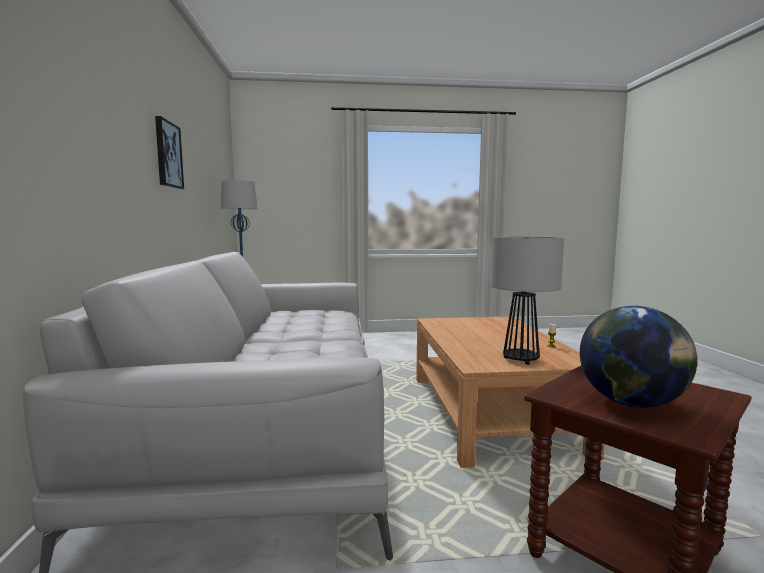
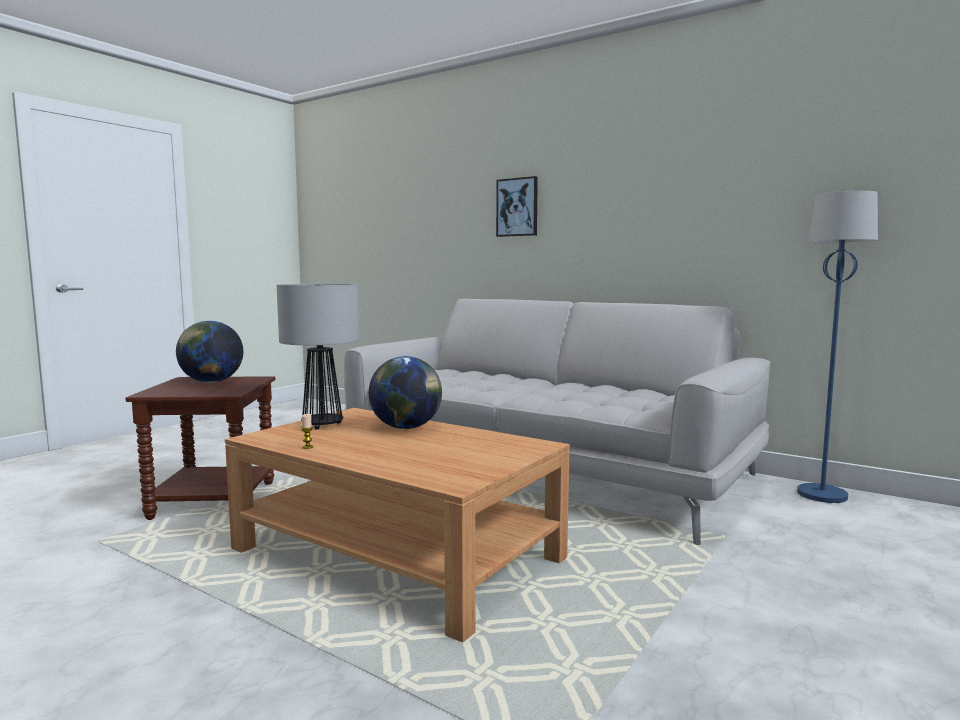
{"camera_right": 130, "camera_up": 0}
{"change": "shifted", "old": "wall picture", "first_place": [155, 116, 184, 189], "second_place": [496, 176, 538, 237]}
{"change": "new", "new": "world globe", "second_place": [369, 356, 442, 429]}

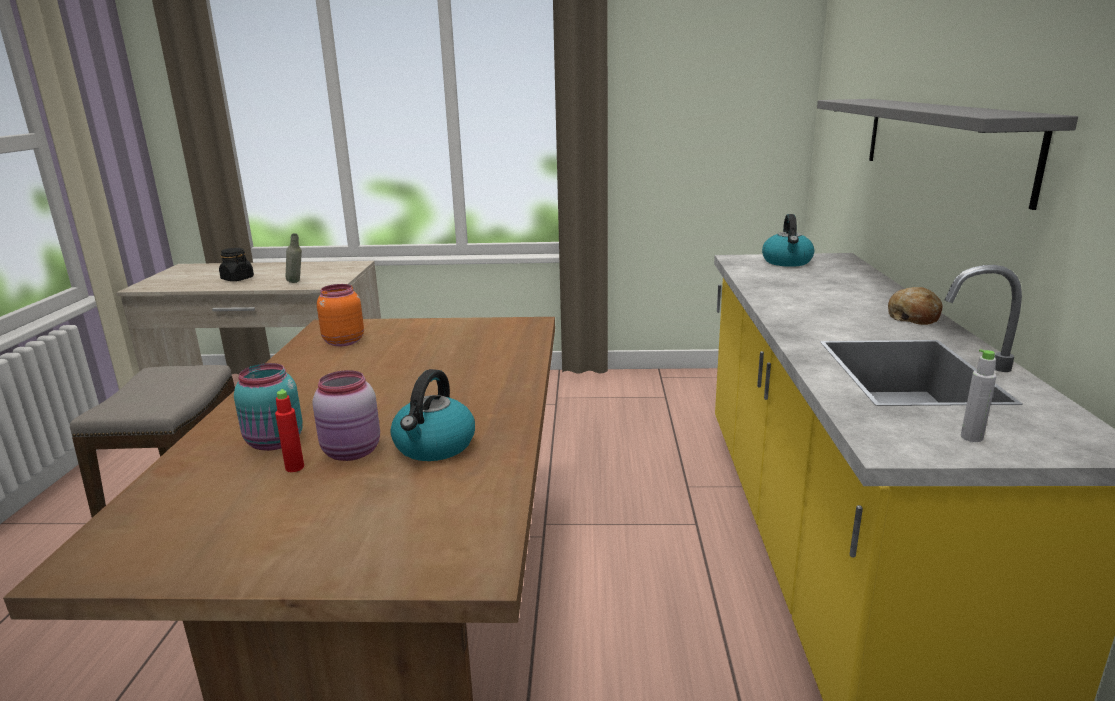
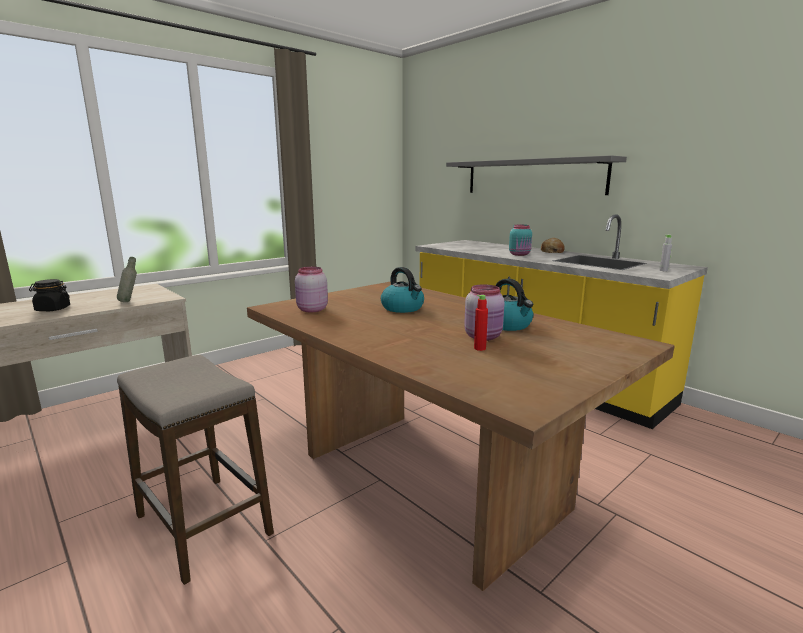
{"camera_right": -45, "camera_up": -5}
{"change": "shifted", "old": "kettle", "first_place": [762, 214, 814, 267], "second_place": [381, 267, 424, 313]}
{"change": "repainted", "old": "orangey jar", "new": "pinkish jar", "first_place": [317, 284, 364, 346], "second_place": [295, 267, 328, 312]}
{"change": "shifted", "old": "turquoise jar", "first_place": [234, 363, 303, 451], "second_place": [509, 225, 532, 256]}

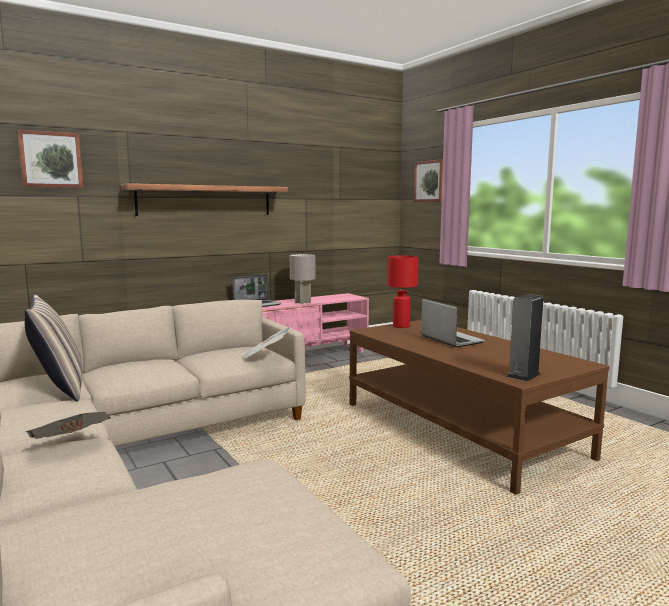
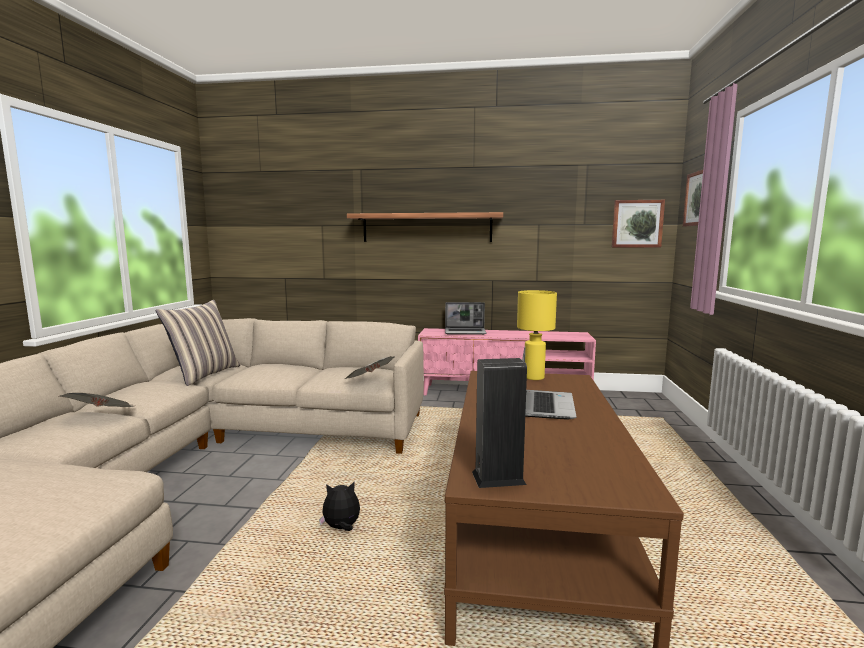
{"camera_right": 40, "camera_up": 0}
{"change": "shifted", "old": "wall picture", "first_place": [17, 129, 83, 188], "second_place": [612, 200, 665, 247]}
{"change": "gone", "old": "grey lamp for a table", "first_place": [290, 254, 316, 304]}
{"change": "repainted", "old": "reddish lamp for a table", "new": "yellowish lamp for a table", "first_place": [387, 255, 418, 328], "second_place": [517, 290, 557, 380]}
{"change": "new", "new": "cuddly toy", "second_place": [319, 482, 360, 531]}

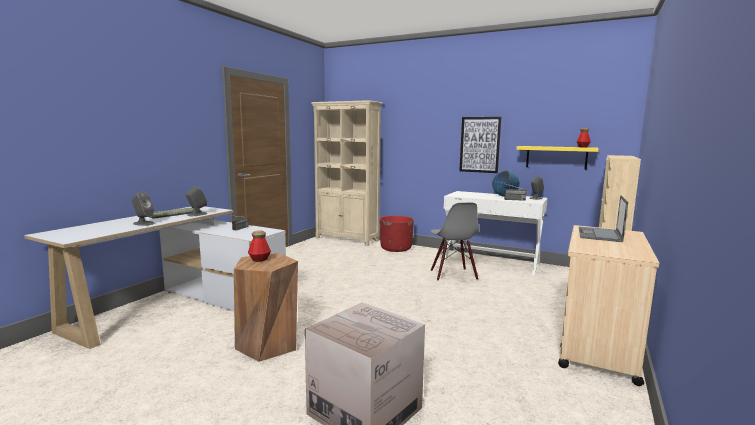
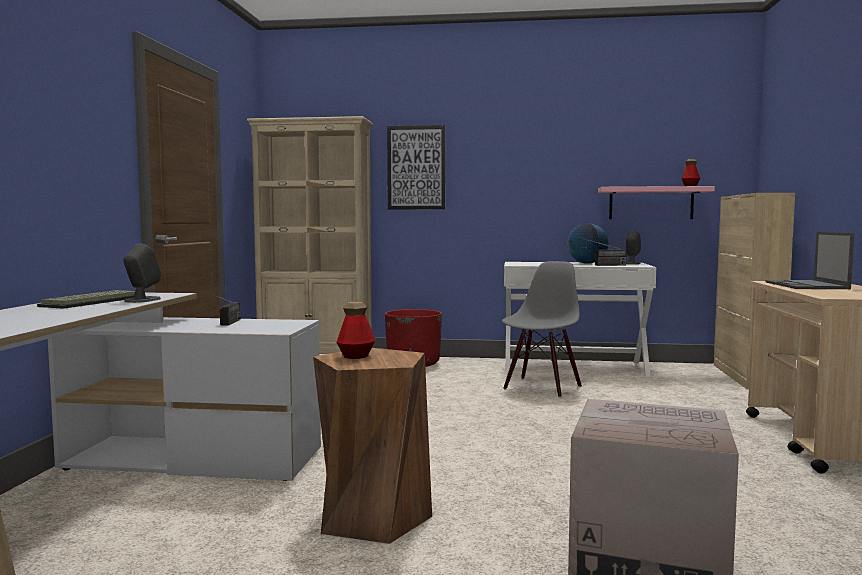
{"camera_right": -20, "camera_up": -5}
{"change": "shifted", "old": "wall picture", "first_place": [459, 117, 502, 173], "second_place": [387, 125, 445, 209]}
{"change": "repainted", "old": "yellowish wall shelf", "new": "pinkish wall shelf", "first_place": [516, 146, 599, 170], "second_place": [598, 186, 715, 219]}
{"change": "gone", "old": "grey audio speaker", "first_place": [131, 192, 155, 226]}
{"change": "rotated", "old": "grey plain chair", "first_place": [431, 203, 479, 281], "second_place": [502, 261, 582, 397], "degrees": -120}

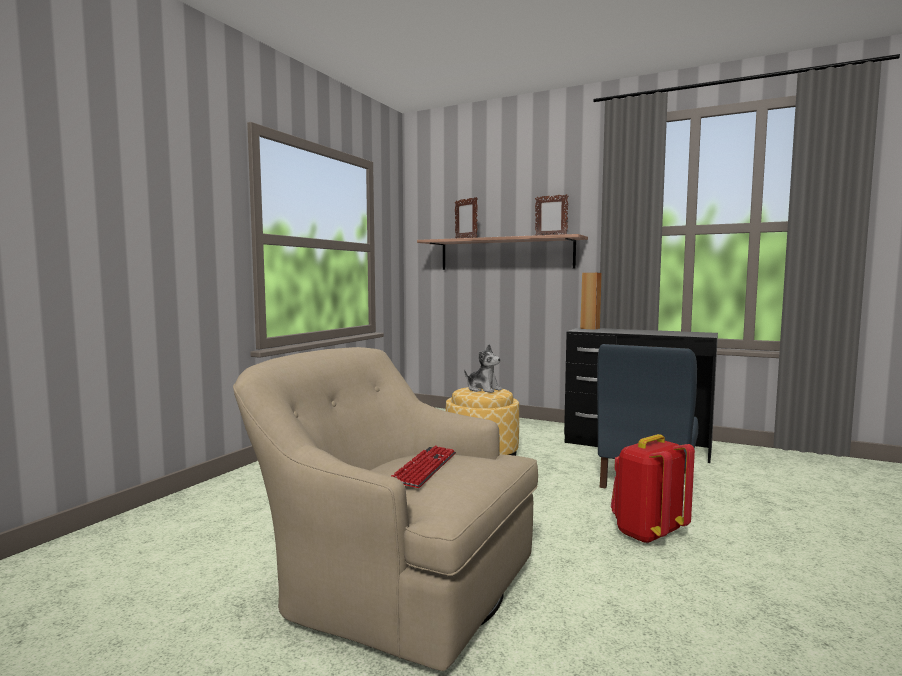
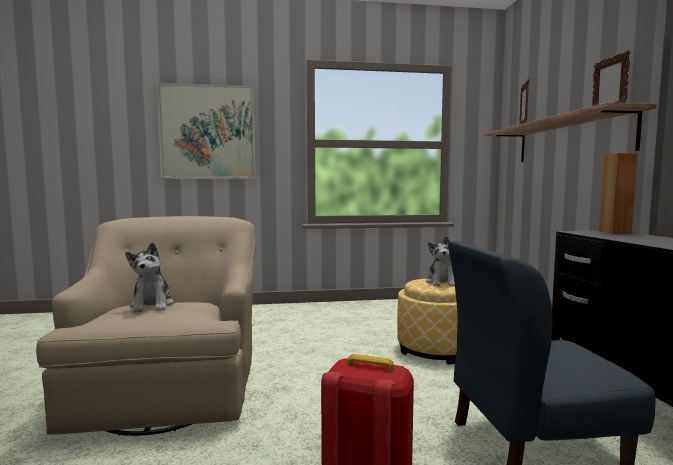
{"camera_right": 55, "camera_up": 0}
{"change": "swapped", "old": "PC keyboard", "new": "cuddly toy", "first_place": [391, 446, 456, 488], "second_place": [125, 242, 174, 313]}
{"change": "new", "new": "wall picture", "second_place": [157, 83, 256, 179]}

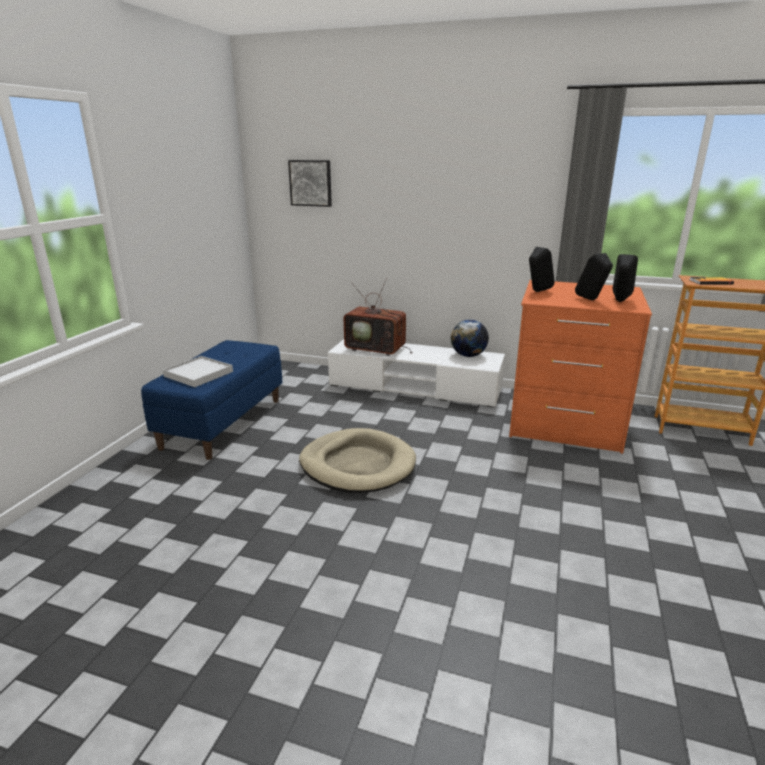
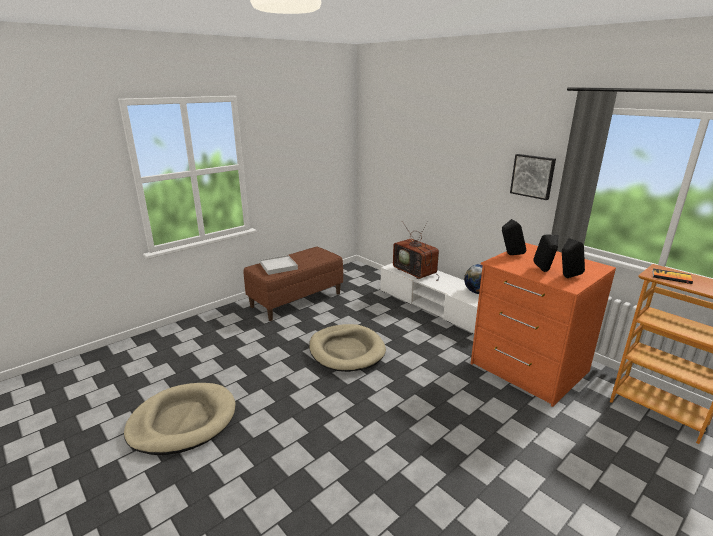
{"camera_right": 30, "camera_up": 0}
{"change": "shifted", "old": "wall picture", "first_place": [288, 160, 332, 207], "second_place": [510, 154, 556, 200]}
{"change": "repainted", "old": "blue indoor bench", "new": "brownish indoor bench", "first_place": [141, 340, 282, 460], "second_place": [244, 247, 343, 321]}
{"change": "new", "new": "beige dog bed", "second_place": [124, 383, 236, 455]}

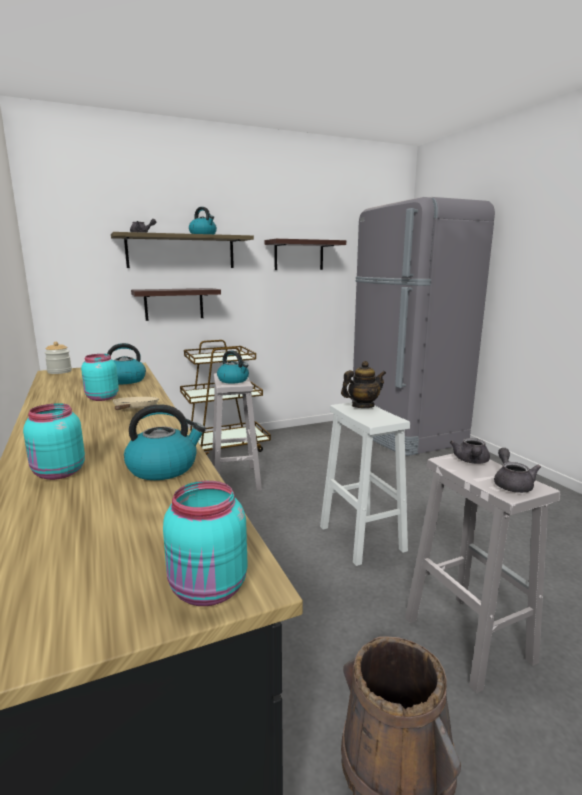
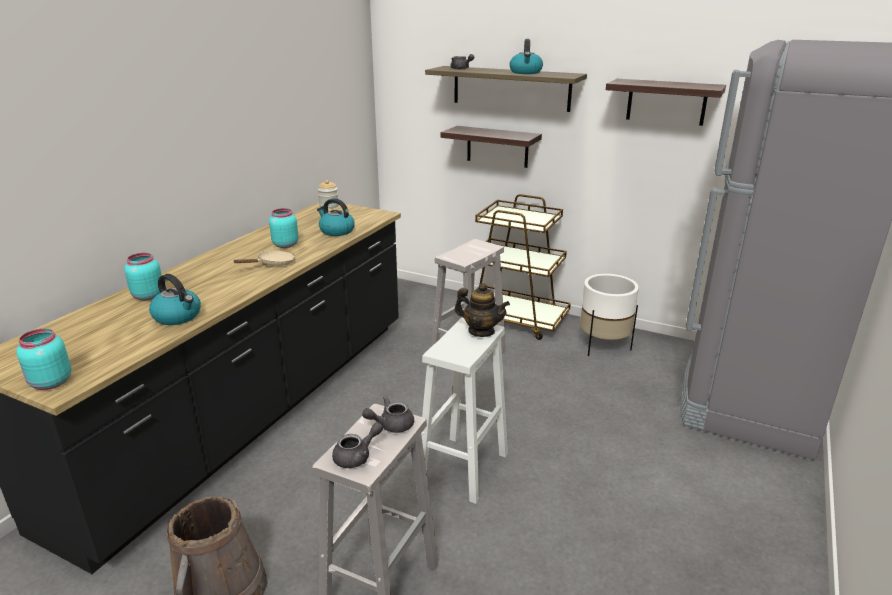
{"camera_right": 50, "camera_up": 10}
{"change": "gone", "old": "kettle", "first_place": [217, 350, 249, 383]}
{"change": "new", "new": "white planter", "second_place": [580, 274, 639, 356]}

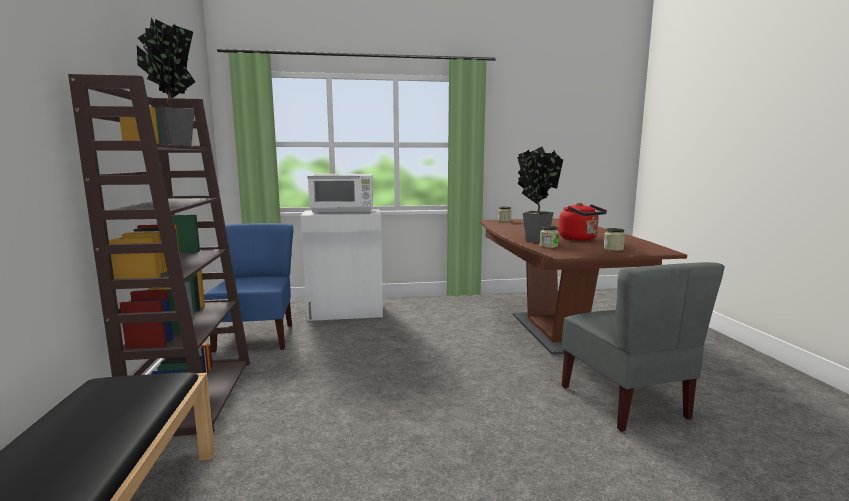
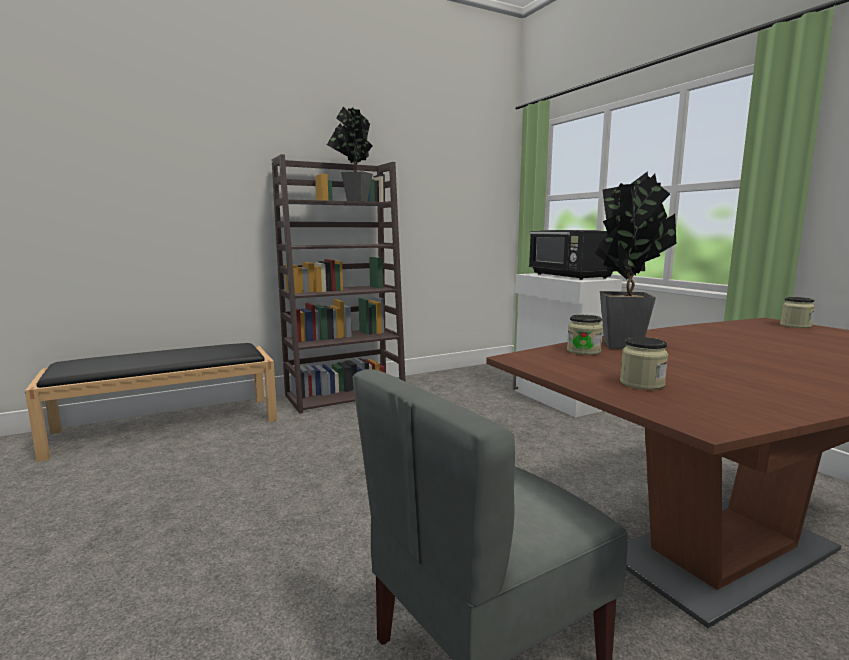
{"camera_right": 70, "camera_up": 0}
{"change": "repainted", "old": "white microwave oven", "new": "black microwave oven", "first_place": [308, 174, 373, 213], "second_place": [529, 230, 613, 280]}
{"change": "gone", "old": "reddish kettle", "first_place": [559, 203, 607, 241]}
{"change": "gone", "old": "blue plain chair", "first_place": [204, 223, 293, 353]}

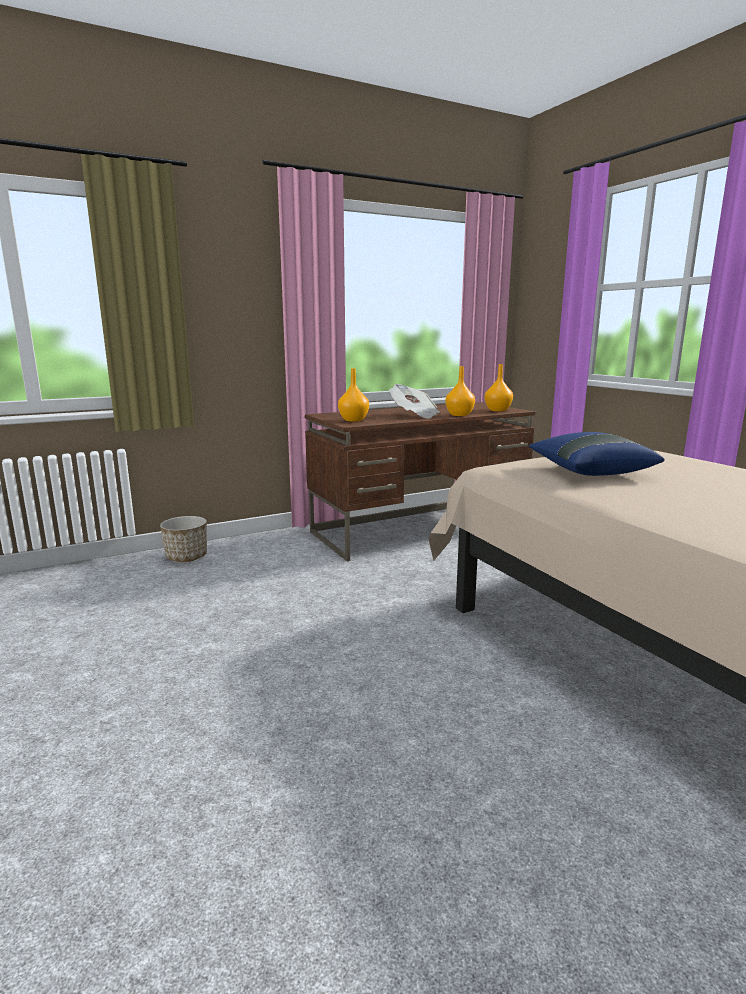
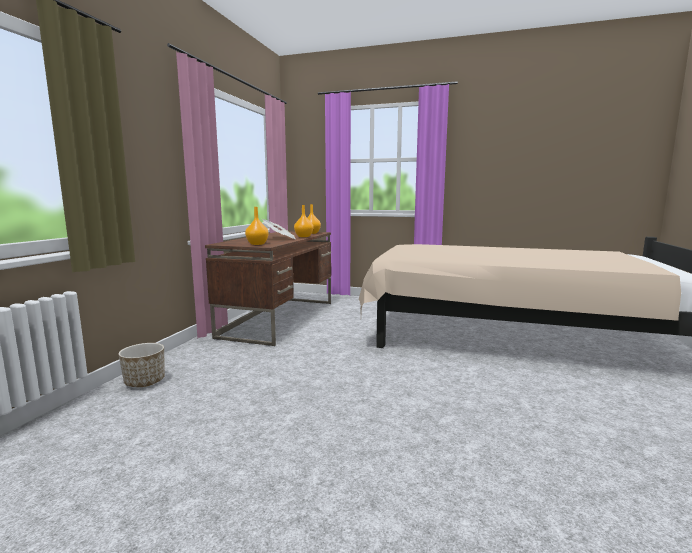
{"camera_right": -45, "camera_up": -5}
{"change": "gone", "old": "blue cushion", "first_place": [529, 432, 665, 476]}

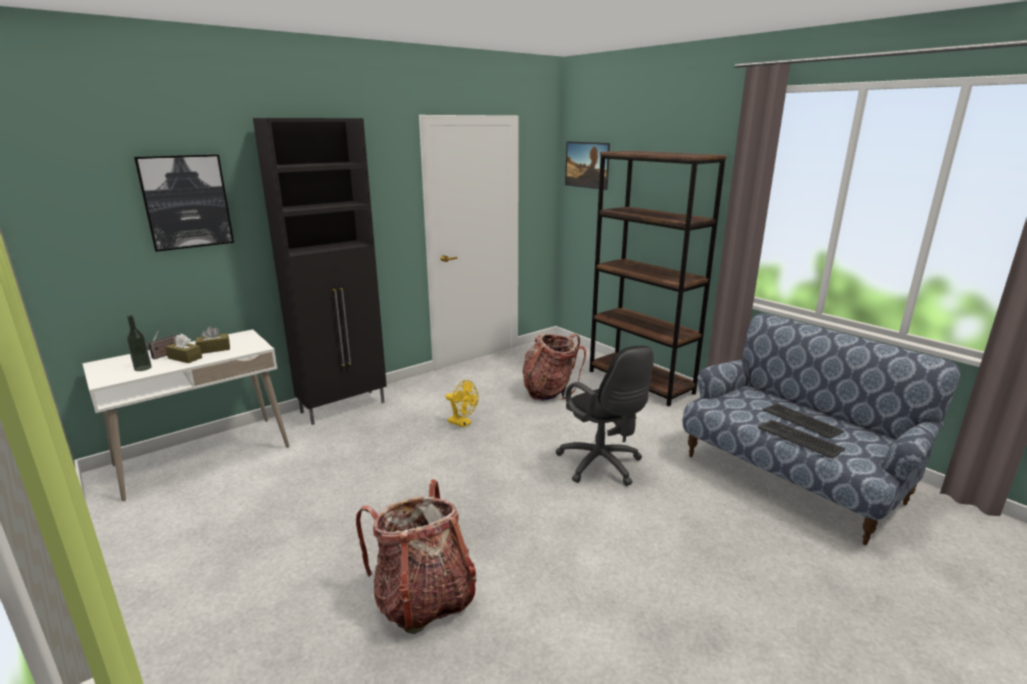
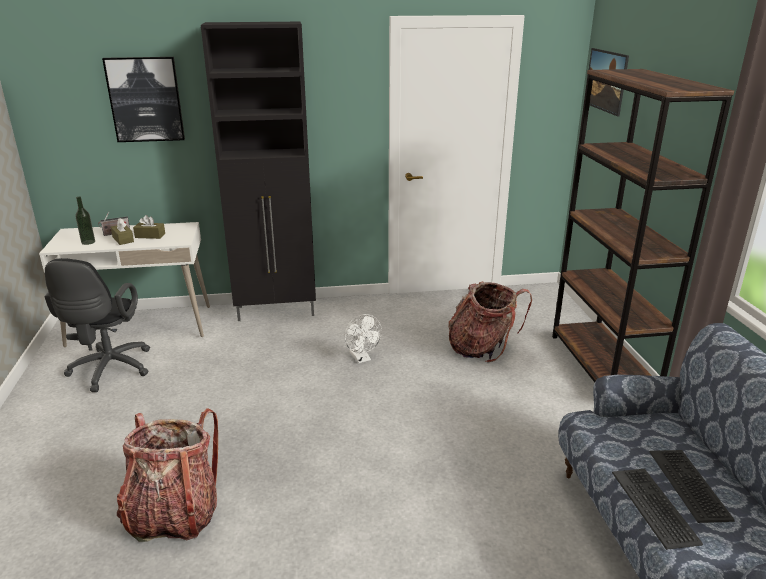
{"camera_right": 30, "camera_up": 5}
{"change": "shifted", "old": "black desk chair", "first_place": [555, 346, 654, 486], "second_place": [45, 258, 150, 392]}
{"change": "repainted", "old": "yellowish cooling fan", "new": "white cooling fan", "first_place": [446, 380, 479, 428], "second_place": [345, 314, 382, 363]}

